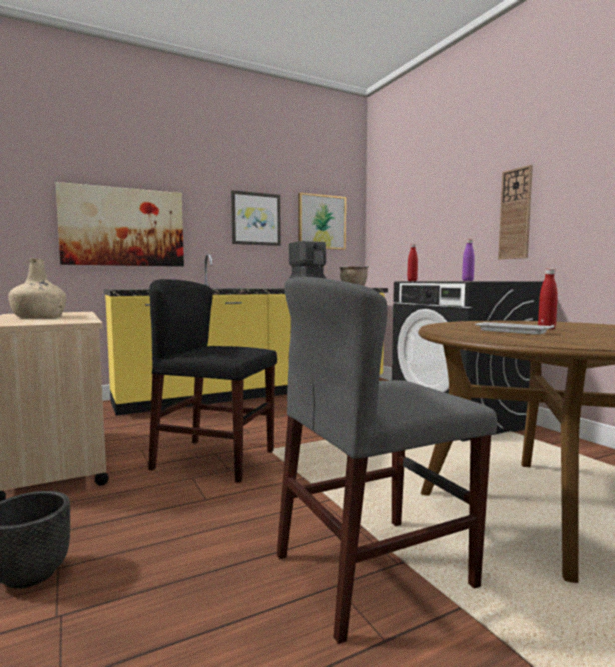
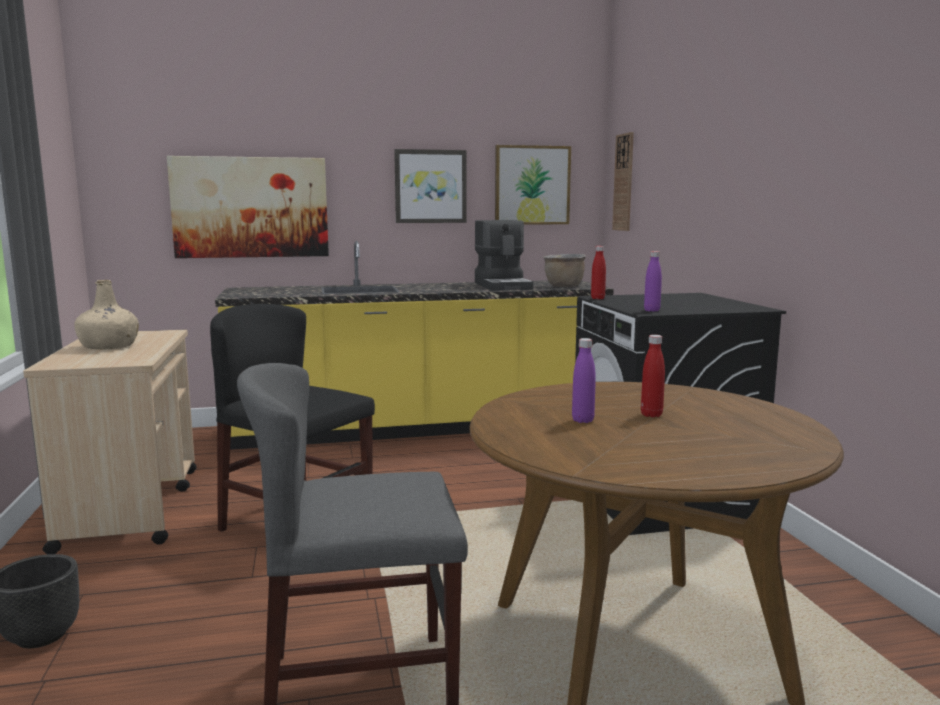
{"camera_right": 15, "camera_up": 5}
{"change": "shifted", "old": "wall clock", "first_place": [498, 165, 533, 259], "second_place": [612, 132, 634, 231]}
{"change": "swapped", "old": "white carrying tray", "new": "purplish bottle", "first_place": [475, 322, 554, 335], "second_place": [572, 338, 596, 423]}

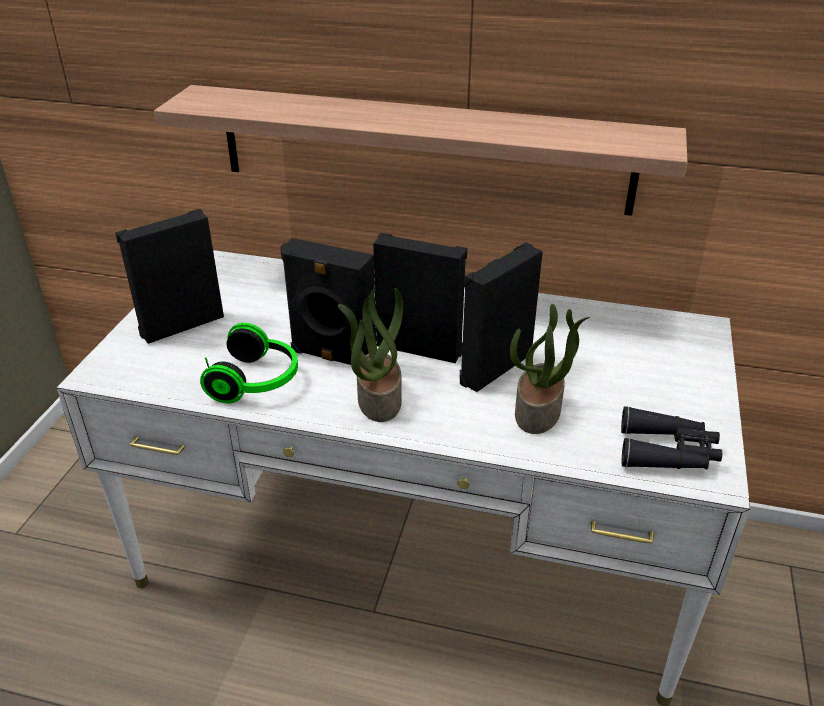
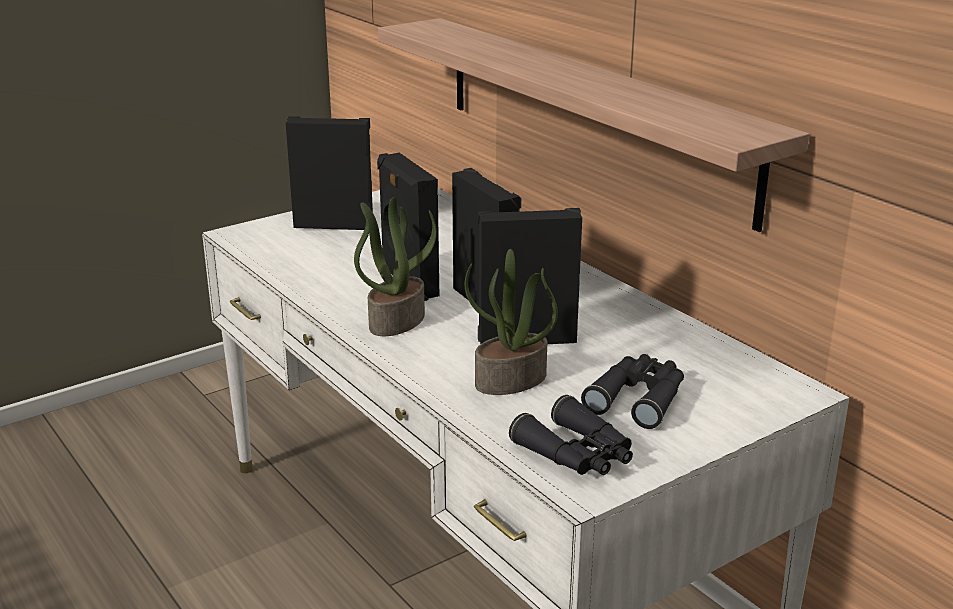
{"camera_right": 40, "camera_up": -10}
{"change": "gone", "old": "headset", "first_place": [200, 323, 298, 403]}
{"change": "new", "new": "black pair of binoculars", "second_place": [581, 354, 684, 429]}

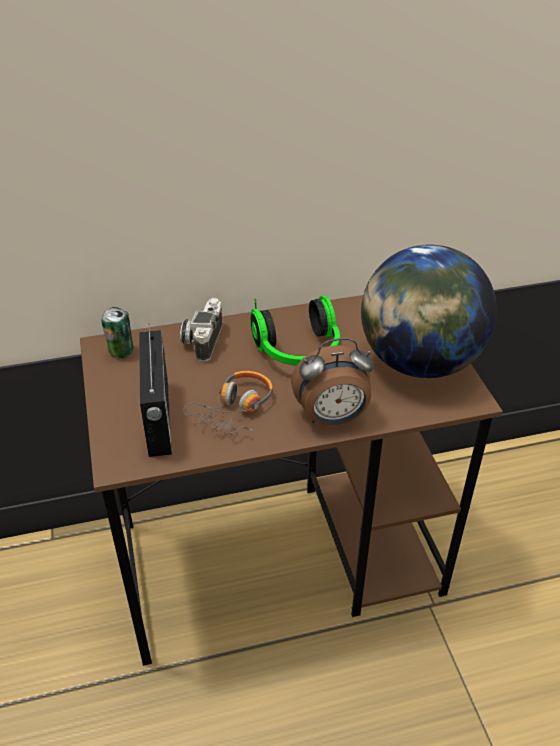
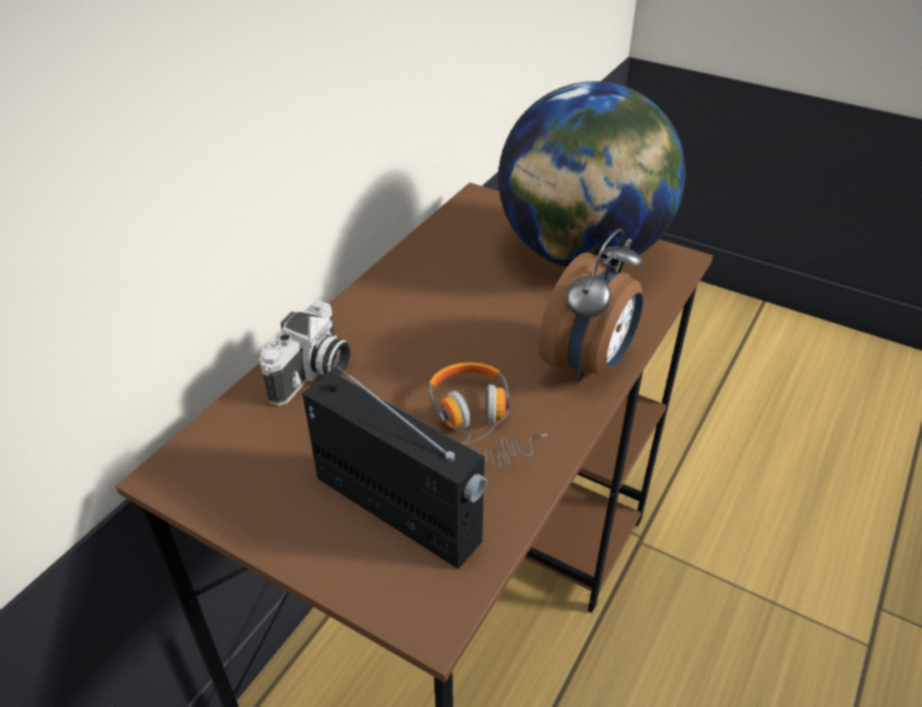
{"camera_right": -45, "camera_up": 0}
{"change": "gone", "old": "headset", "first_place": [250, 295, 340, 366]}
{"change": "rotated", "old": "photo camera", "first_place": [180, 298, 223, 362], "second_place": [259, 301, 351, 406], "degrees": -120}
{"change": "gone", "old": "metal can", "first_place": [102, 307, 133, 358]}

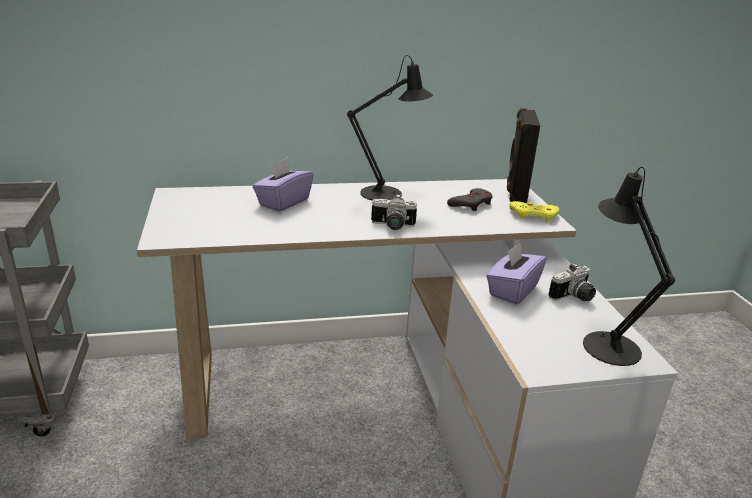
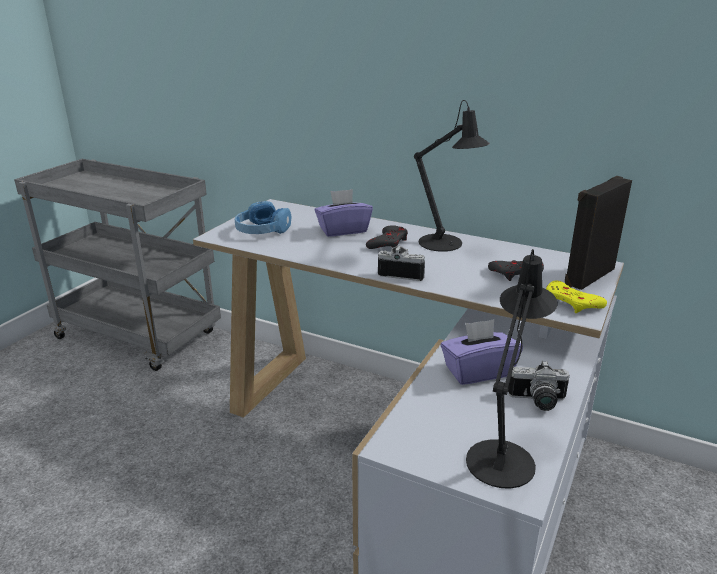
{"camera_right": 40, "camera_up": 0}
{"change": "rotated", "old": "photo camera", "first_place": [371, 194, 417, 230], "second_place": [378, 246, 425, 281], "degrees": 150}
{"change": "new", "new": "blue headset", "second_place": [235, 201, 292, 234]}
{"change": "new", "new": "grey gamepad", "second_place": [366, 225, 408, 249]}

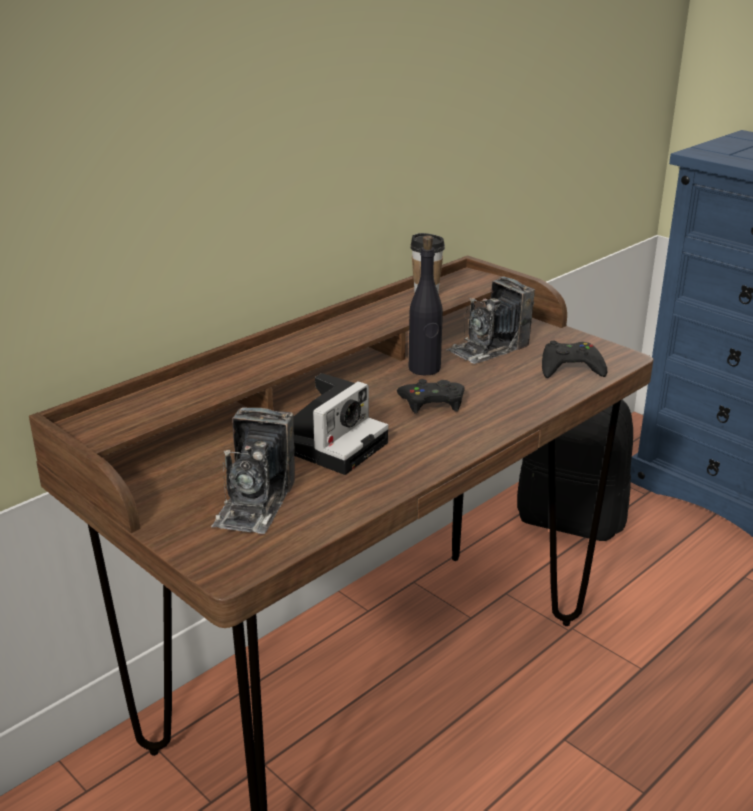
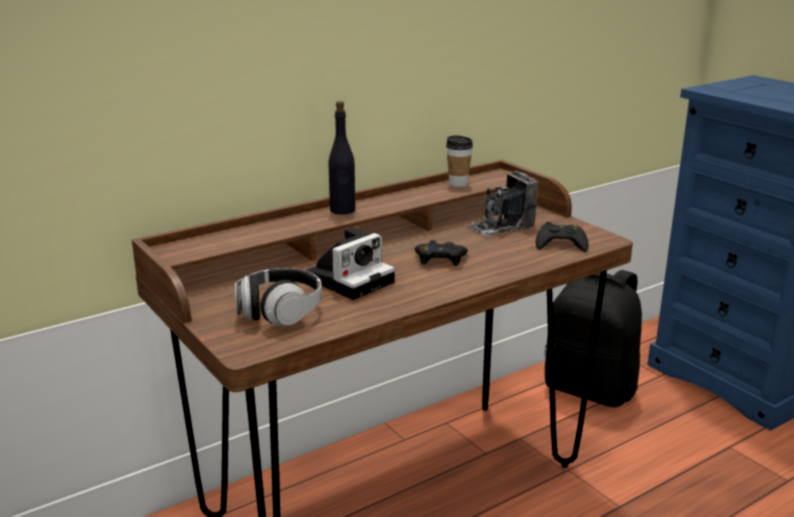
{"camera_right": 10, "camera_up": -5}
{"change": "shifted", "old": "black bottle", "first_place": [409, 235, 443, 375], "second_place": [329, 101, 356, 215]}
{"change": "swapped", "old": "photo camera", "new": "headset", "first_place": [211, 407, 295, 534], "second_place": [235, 268, 322, 327]}

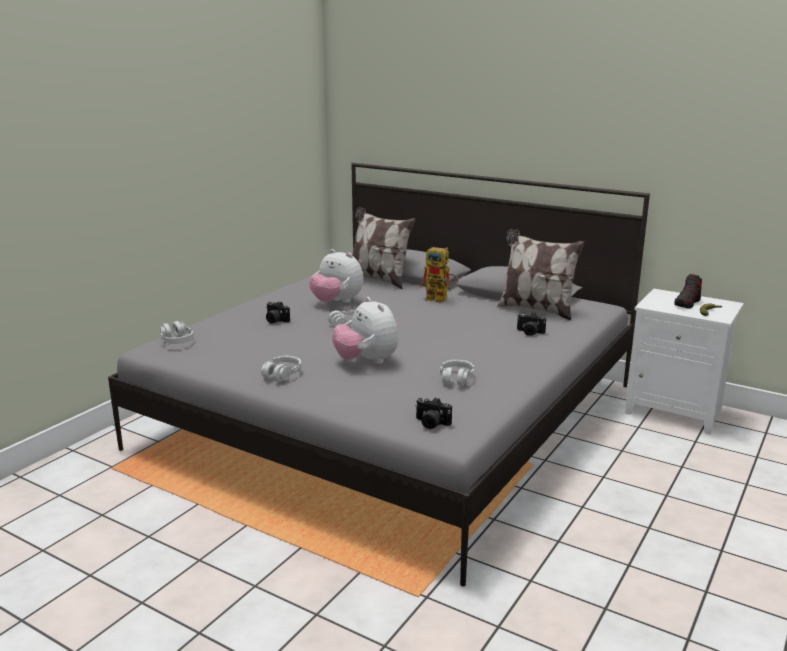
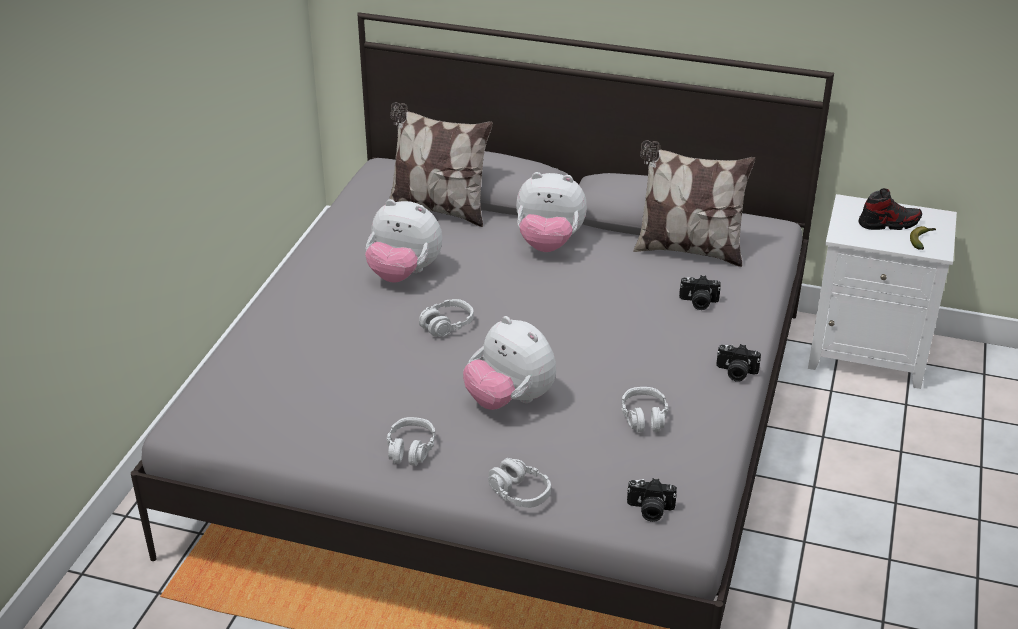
{"camera_right": -15, "camera_up": 15}
{"change": "swapped", "old": "model robot", "new": "cuddly toy", "first_place": [420, 247, 459, 303], "second_place": [516, 172, 587, 252]}
{"change": "rotated", "old": "item of footwear", "first_place": [674, 274, 702, 309], "second_place": [858, 188, 922, 230], "degrees": -120}
{"change": "shifted", "old": "photo camera", "first_place": [266, 301, 290, 323], "second_place": [716, 344, 761, 382]}
{"change": "shifted", "old": "grey headset", "first_place": [160, 321, 194, 344], "second_place": [488, 458, 551, 508]}

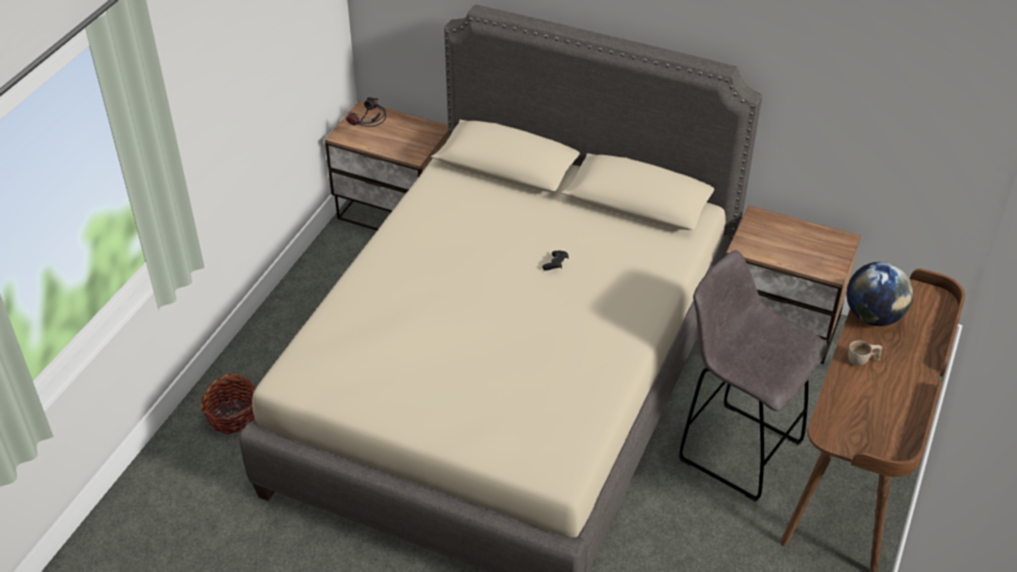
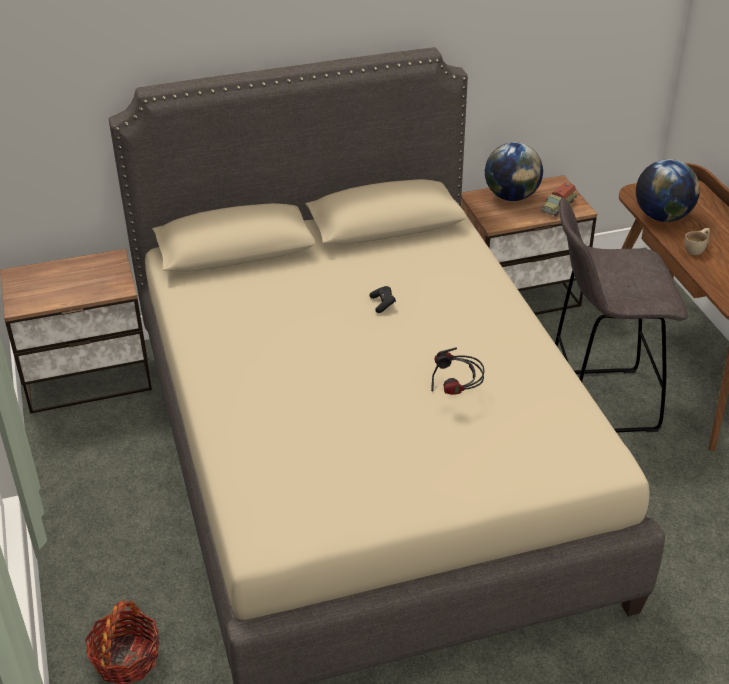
{"camera_right": -40, "camera_up": -5}
{"change": "shifted", "old": "headset", "first_place": [346, 97, 386, 127], "second_place": [431, 348, 485, 395]}
{"change": "new", "new": "world globe", "second_place": [485, 142, 543, 201]}
{"change": "new", "new": "model truck", "second_place": [542, 182, 577, 217]}

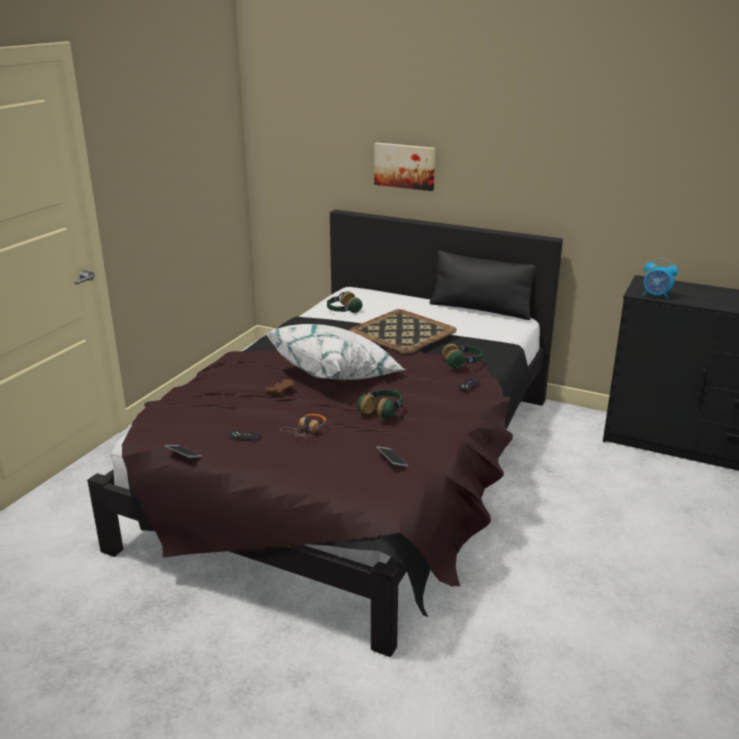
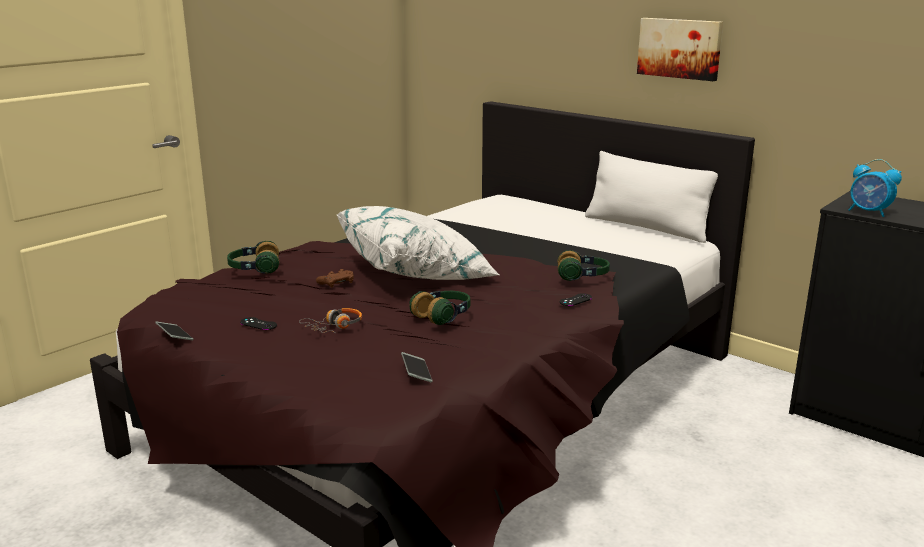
{"camera_right": 15, "camera_up": -5}
{"change": "shifted", "old": "wall picture", "first_place": [374, 143, 435, 191], "second_place": [637, 18, 723, 81]}
{"change": "repainted", "old": "black cushion", "new": "white cushion", "first_place": [430, 250, 536, 320], "second_place": [585, 151, 718, 243]}
{"change": "shifted", "old": "headset", "first_place": [327, 291, 362, 313], "second_place": [227, 241, 279, 274]}
{"change": "gone", "old": "carrying tray", "first_place": [349, 309, 457, 354]}

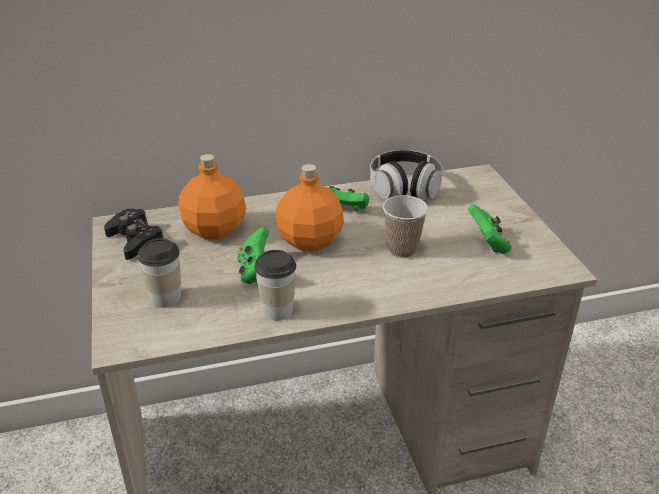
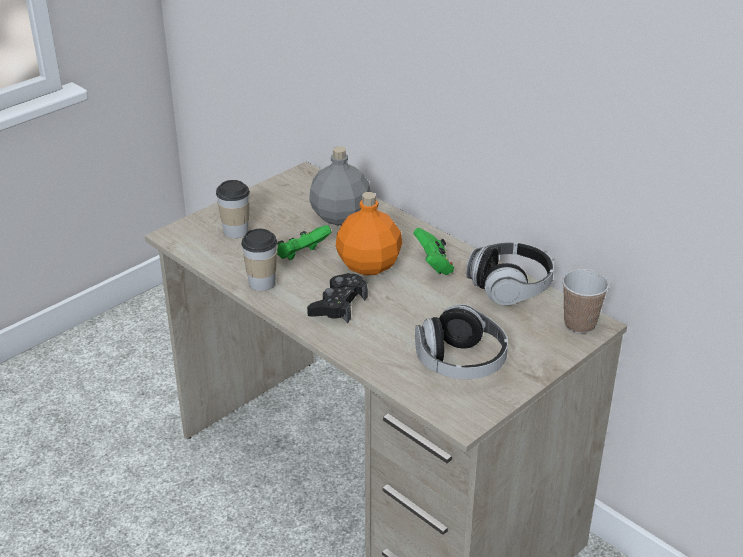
{"camera_right": 60, "camera_up": 0}
{"change": "repainted", "old": "orangey bottle", "new": "grey bottle", "first_place": [179, 154, 246, 239], "second_place": [309, 146, 370, 226]}
{"change": "shifted", "old": "cup", "first_place": [383, 195, 428, 258], "second_place": [562, 269, 609, 334]}
{"change": "swapped", "old": "green gamepad", "new": "headset", "first_place": [468, 205, 512, 254], "second_place": [415, 304, 508, 379]}
{"change": "shifted", "old": "black gamepad", "first_place": [104, 209, 164, 260], "second_place": [307, 273, 368, 323]}

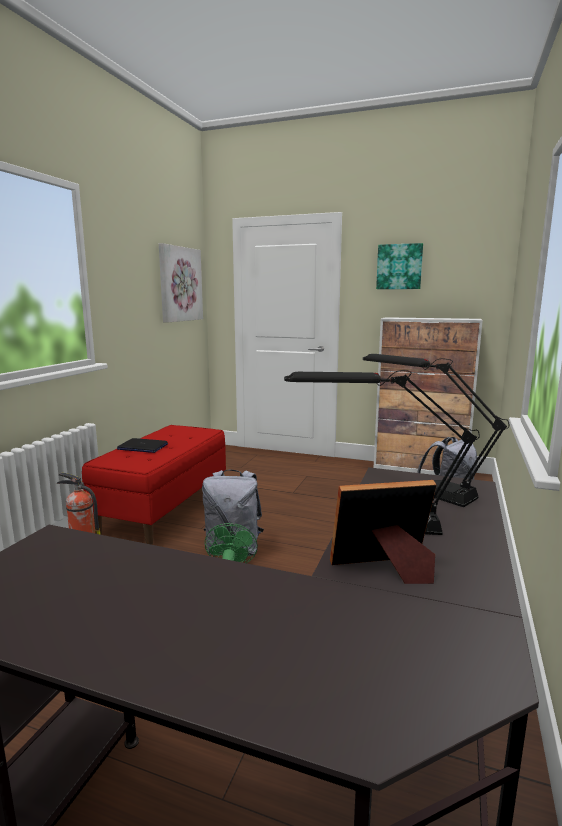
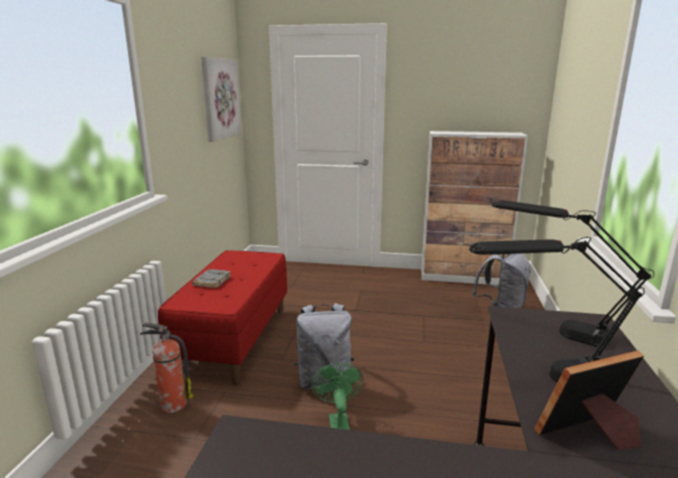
{"camera_right": -10, "camera_up": 5}
{"change": "gone", "old": "wall picture", "first_place": [376, 243, 423, 289]}
{"change": "swapped", "old": "portable computer", "new": "grey volume", "first_place": [117, 438, 168, 453], "second_place": [192, 269, 231, 288]}

